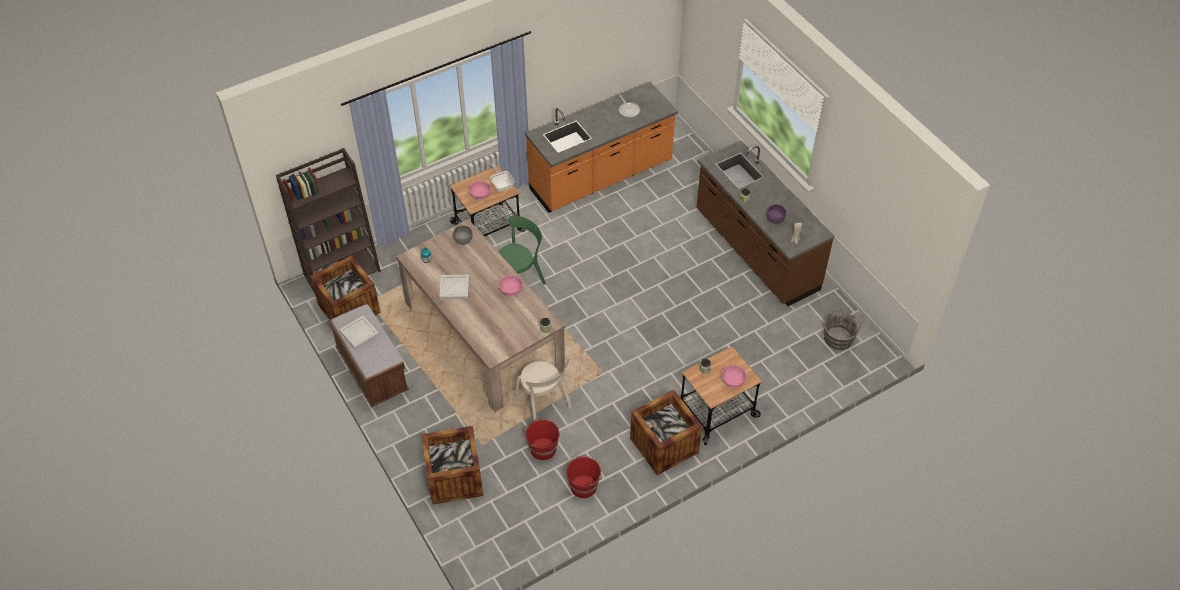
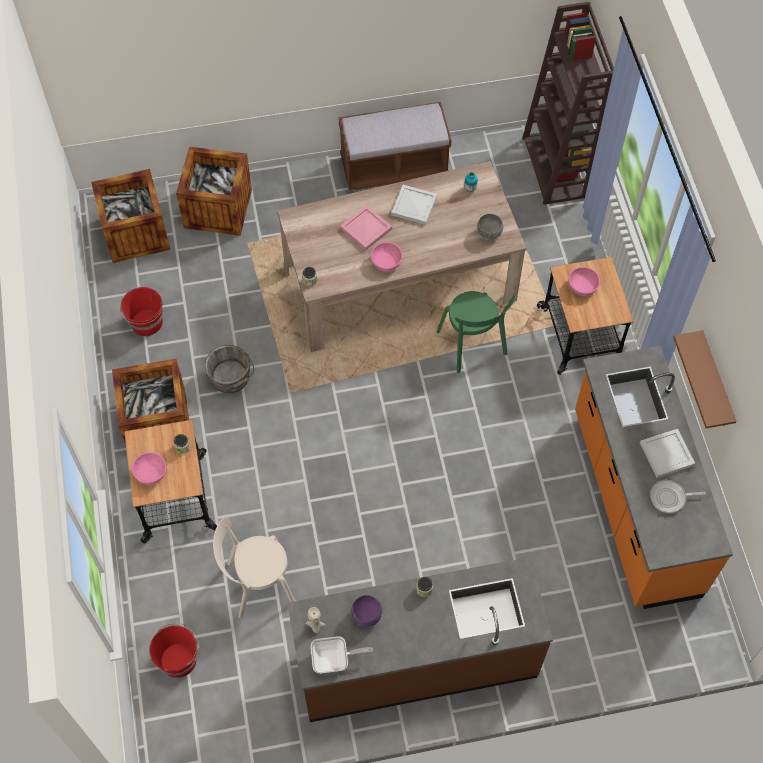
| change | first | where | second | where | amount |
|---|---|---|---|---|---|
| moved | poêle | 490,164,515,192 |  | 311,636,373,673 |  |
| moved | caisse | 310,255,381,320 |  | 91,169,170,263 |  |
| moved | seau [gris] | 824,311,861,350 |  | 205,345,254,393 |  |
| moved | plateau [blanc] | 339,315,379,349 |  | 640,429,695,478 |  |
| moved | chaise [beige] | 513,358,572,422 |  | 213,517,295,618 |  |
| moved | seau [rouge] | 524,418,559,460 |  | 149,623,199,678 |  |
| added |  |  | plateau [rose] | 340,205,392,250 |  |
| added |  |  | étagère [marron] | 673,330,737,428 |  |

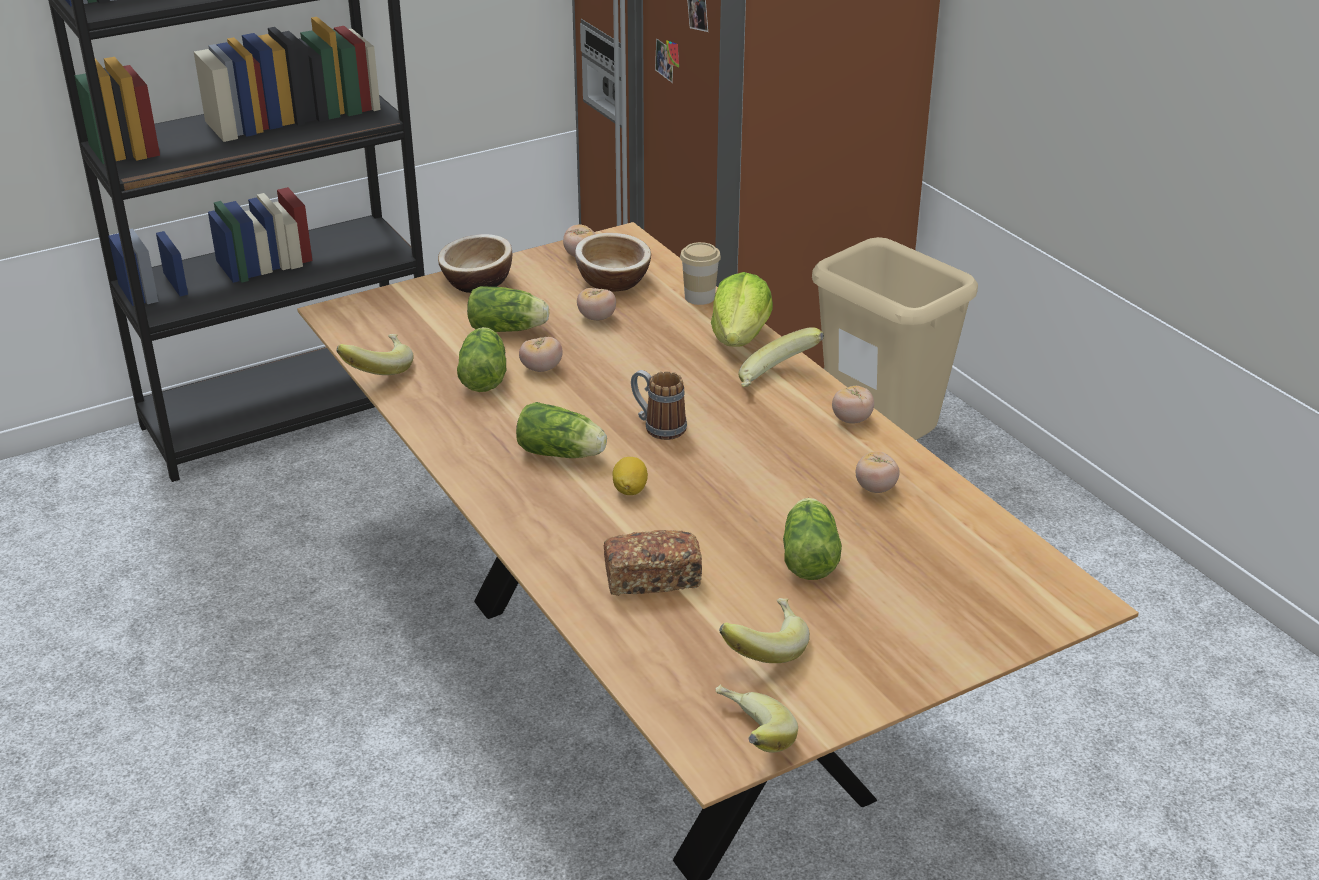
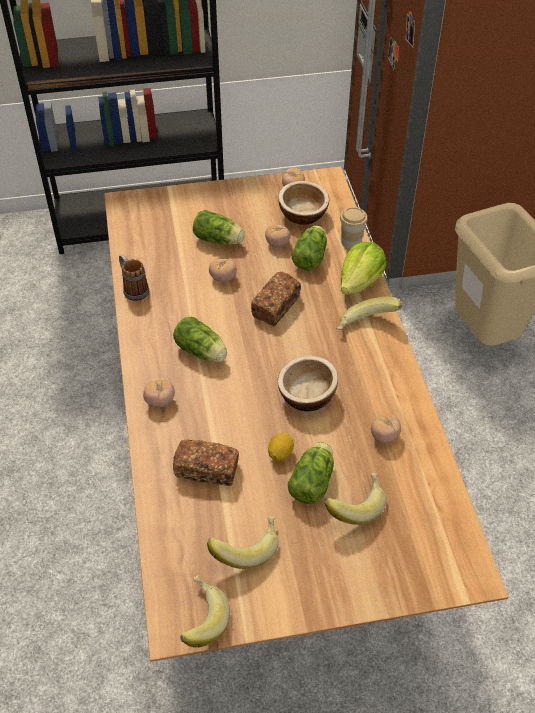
| change | first | where | second | where | amount |
|---|---|---|---|---|---|
| moved | bol | 438,234,512,293 |  | 278,356,338,411 |  |
| moved | laitue | 457,327,506,392 |  | 292,226,327,271 |  |
| moved | banane | 336,334,414,375 |  | 325,473,386,525 |  |
| moved | mug | 631,370,687,440 |  | 119,254,149,301 |  |
| moved | tomate | 832,386,874,424 |  | 143,380,175,408 |  |
| moved | citron | 612,457,648,495 |  | 268,432,294,461 |  |
| added |  |  | pain | 251,272,301,326 |  |

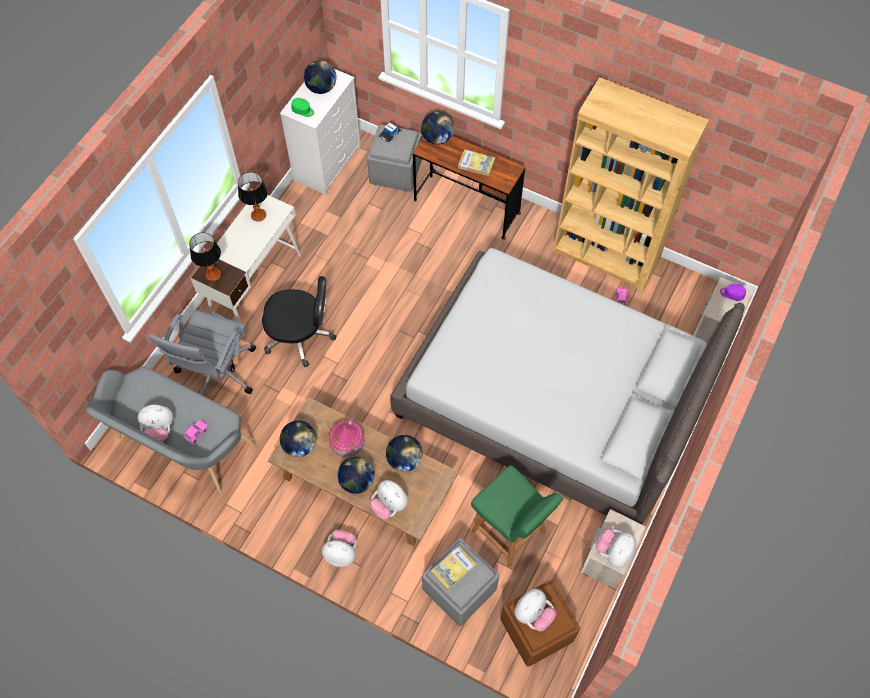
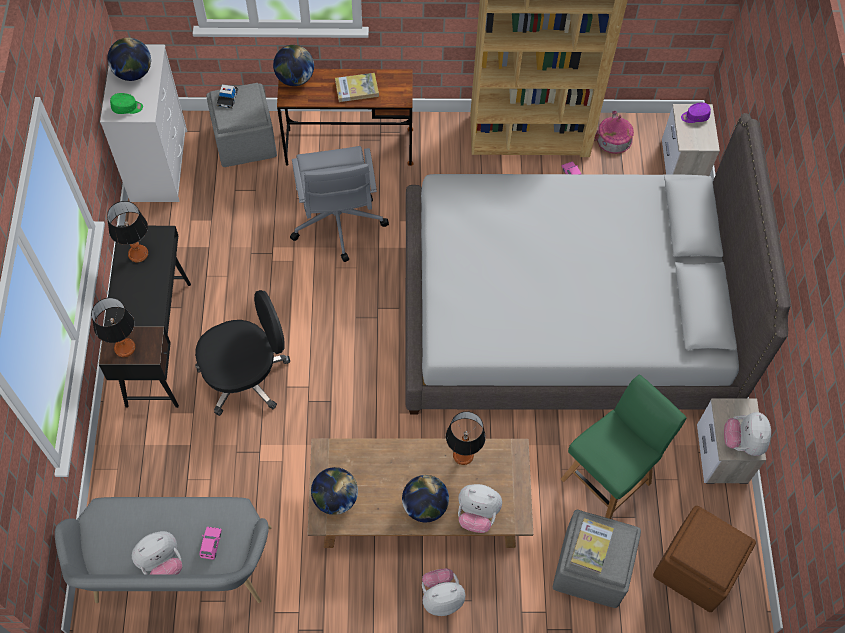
| change | first | where | second | where | amount |
|---|---|---|---|---|---|
| recoloured | bureau [blanc] | 191,195,301,336 | bureau [noir] | 99,225,191,408 |  |
| moved | chaise de bureau [gris] | 149,310,256,395 |  | 290,146,389,262 |  |
| moved | maison miniature | 328,418,365,457 |  | 594,111,634,154 |  |
| replaced | globe | 386,435,423,472 | lampe de table | 446,411,486,465 |  |
| turned | chaise [vert] | 471,465,563,568 |  | 561,375,687,519 | 60 degrees counterclockwise |
| removed | peluche | 514,589,556,632 |  |  |  |

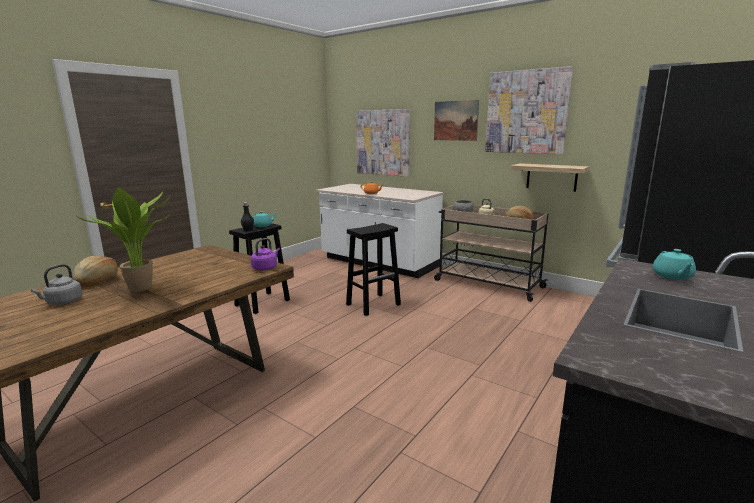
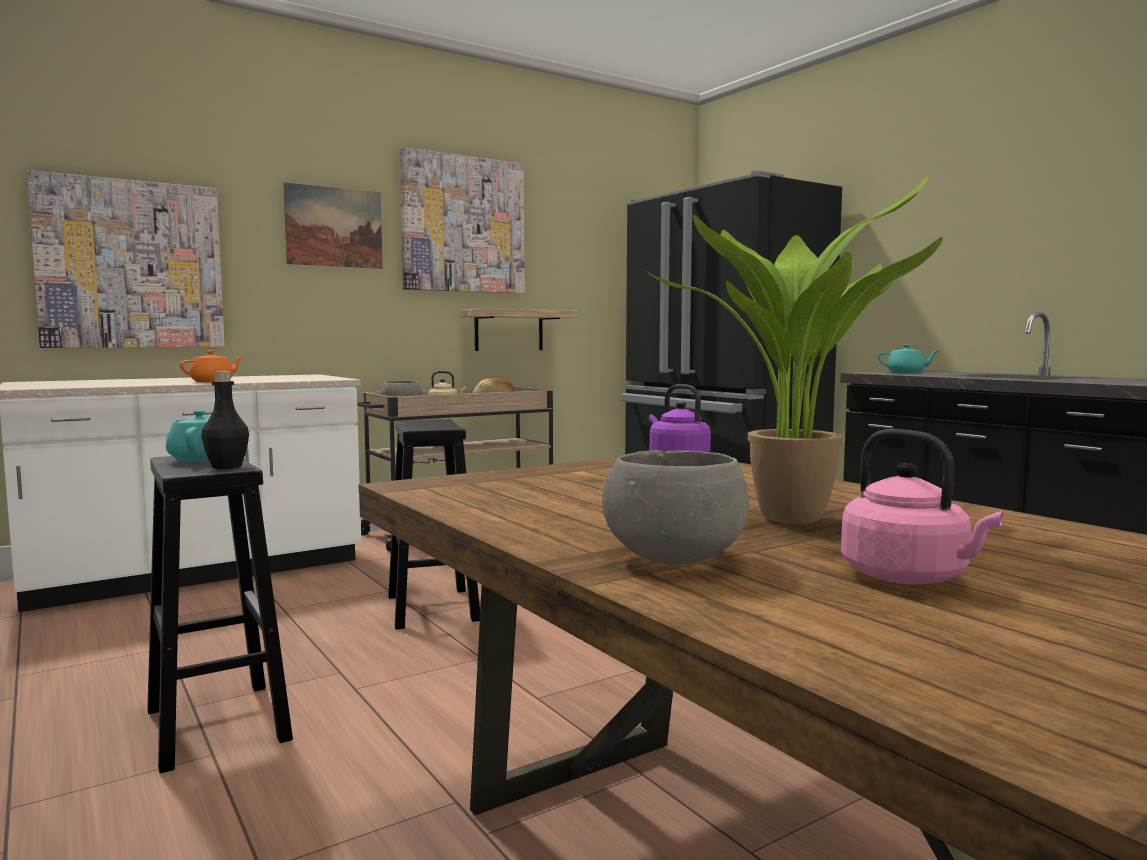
| change | first | where | second | where | amount |
|---|---|---|---|---|---|
| replaced | pain | 72,255,118,287 | bol [gris] | 602,450,749,564 |  |
| recoloured | bouilloire [gris] | 31,264,82,305 | bouilloire [rose] | 841,429,1003,585 |  |

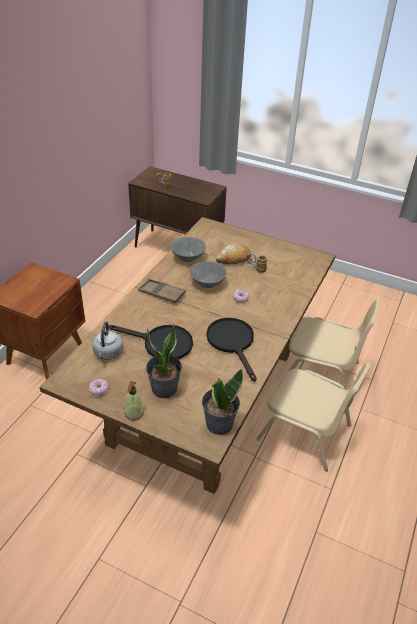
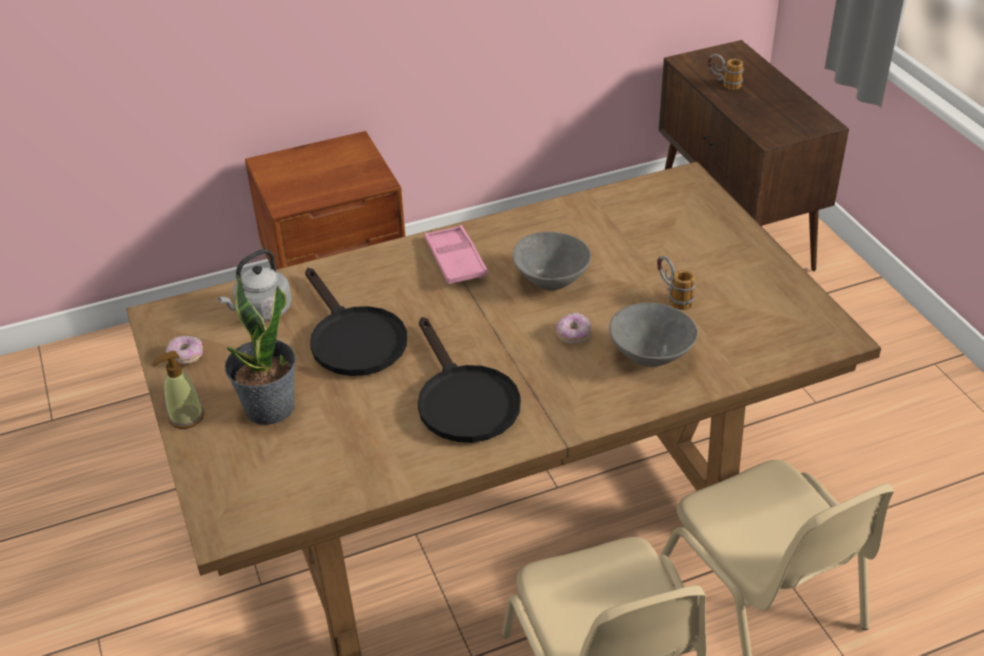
| change | first | where | second | where | amount |
|---|---|---|---|---|---|
| moved | bol [gris] | 171,237,206,262 |  | 609,302,698,367 |  |
| removed | pain | 216,243,251,264 |  |  |  |
| recoloured | plateau [marron] | 138,278,186,303 | plateau [rose] | 425,225,488,284 |  |
| turned | poêle [noir] | 206,318,257,382 |  | 418,317,521,443 | 135 degrees clockwise |
| removed | plante en pot | 202,368,243,435 |  |  |  |

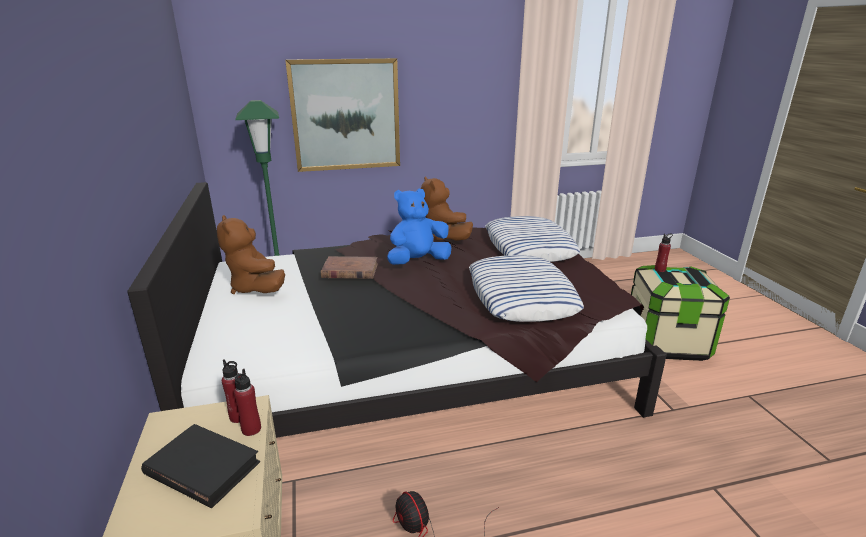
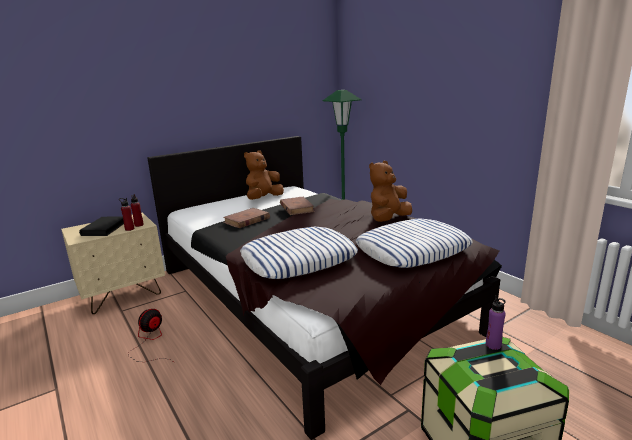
| change | first | where | second | where | amount |
|---|---|---|---|---|---|
| removed | tableau | 285,58,400,172 |  |  |  |
| removed | peluche [bleu] | 387,189,451,265 |  |  |  |
| recoloured | bouteille [rouge] | 655,234,673,272 | bouteille [violet] | 486,295,506,350 |  |
| added |  |  | livre [marron] | 223,208,270,228 |  |

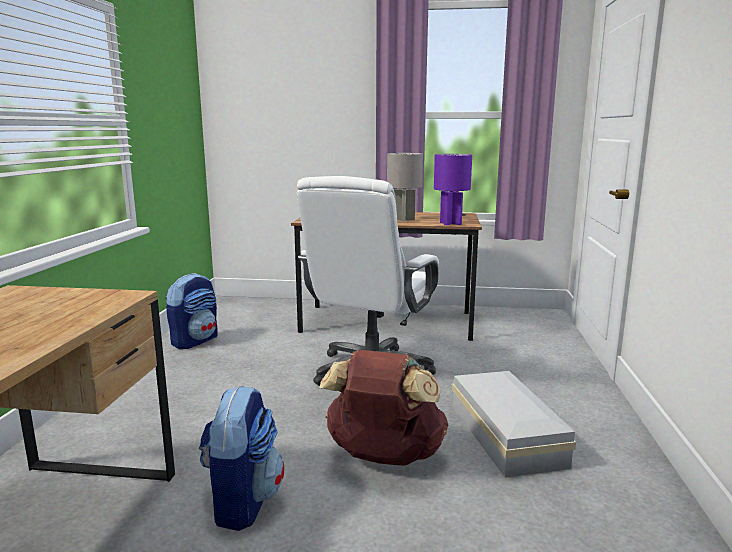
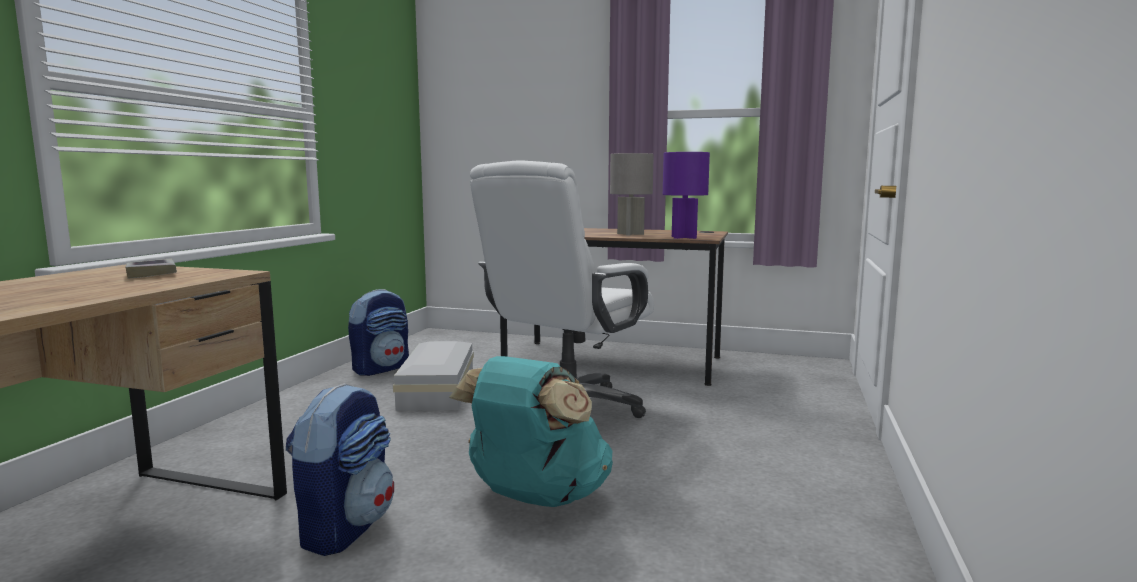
| change | first | where | second | where | amount |
|---|---|---|---|---|---|
| recoloured | sac à dos [marron] | 319,350,449,466 | sac à dos [turquoise] | 449,356,613,507 |  |
| moved | boîte de rangement [blanc] | 452,371,576,478 |  | 393,341,474,411 |  |
| added |  |  | livre | 125,258,177,279 |  |

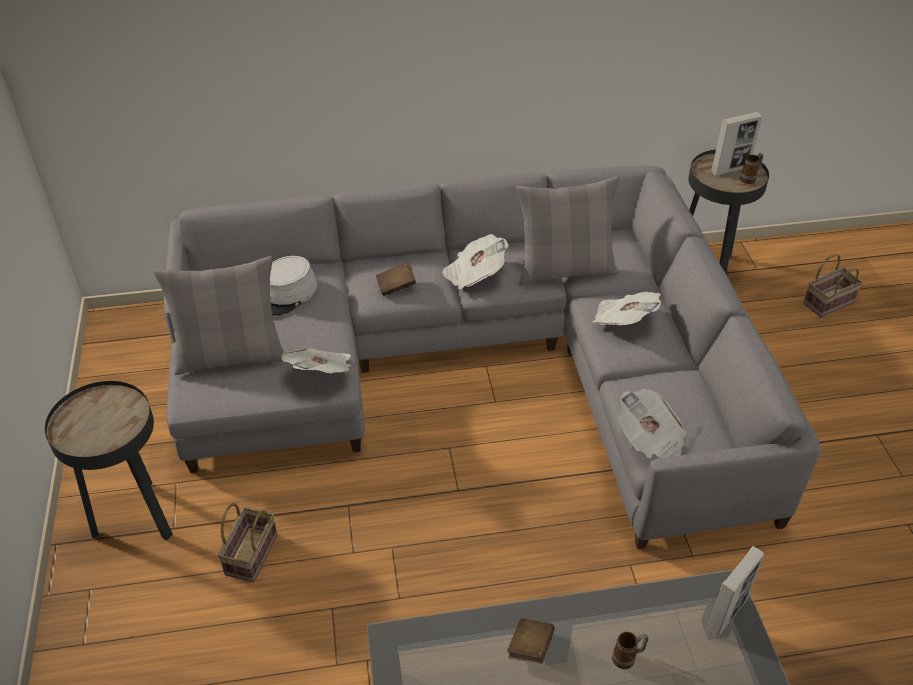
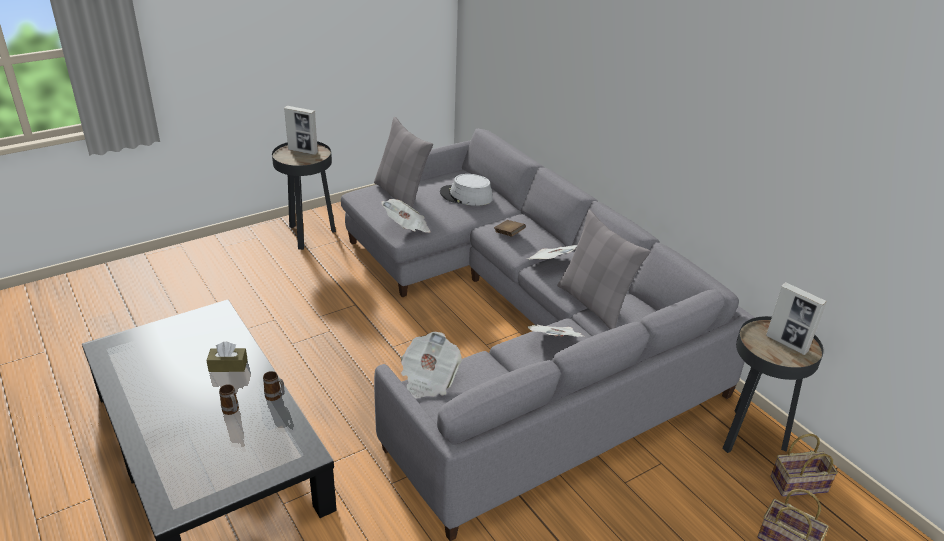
| change | first | where | second | where | amount |
|---|---|---|---|---|---|
| moved | mug | 740,153,763,184 |  | 263,371,285,401 |  |
| moved | panier | 218,503,277,582 |  | 771,434,838,497 |  |
| moved | cadre photo | 706,546,764,638 |  | 284,106,318,155 |  |
| replaced | livre [marron] | 507,618,555,664 | boîte à mouchoirs [marron] | 206,342,248,372 |  |

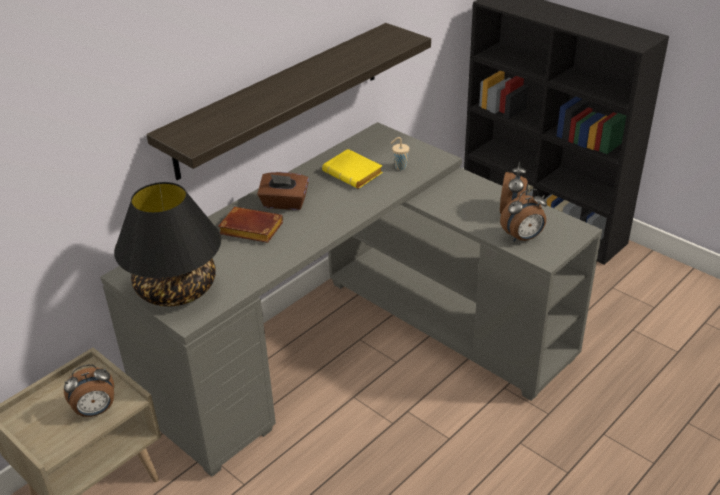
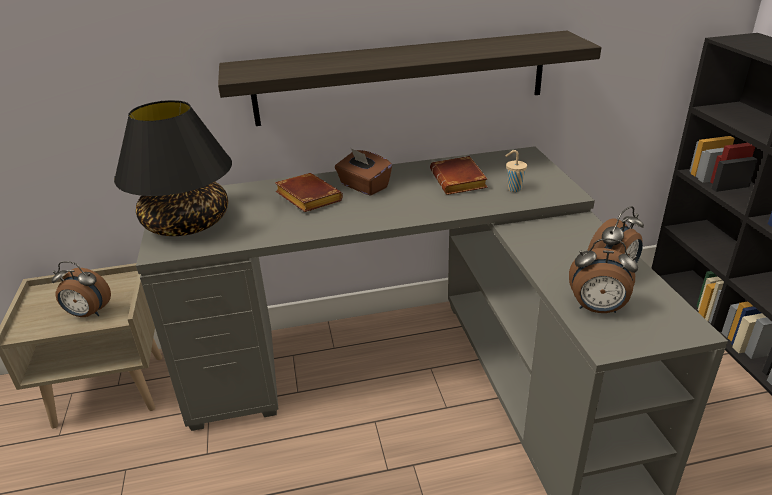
| change | first | where | second | where | amount |
|---|---|---|---|---|---|
| recoloured | livre [jaune] | 322,149,383,189 | livre [marron] | 430,156,488,195 |  |

